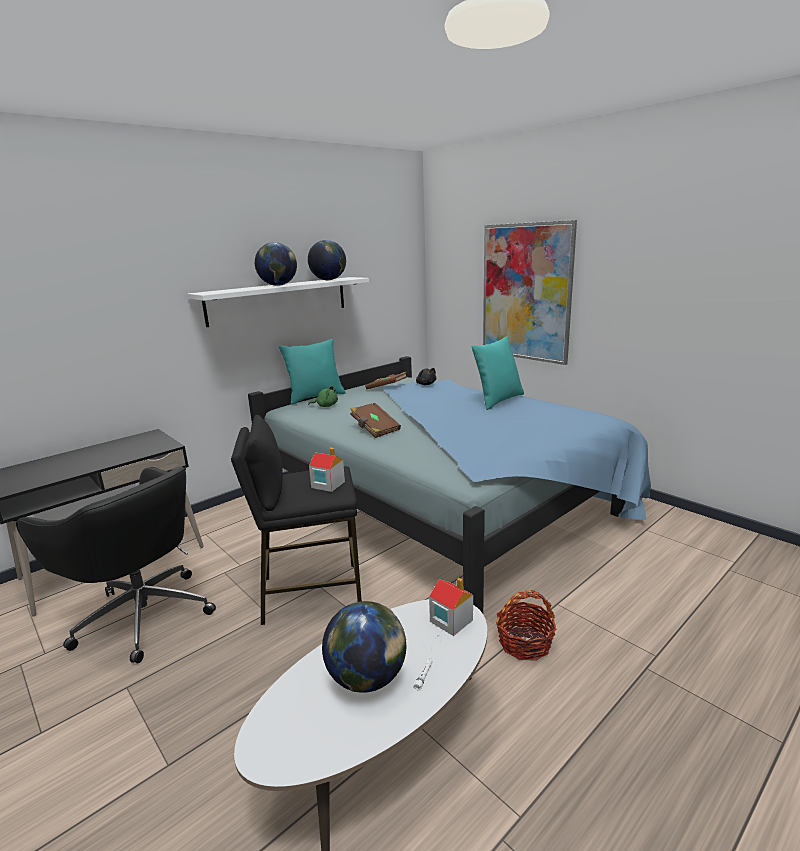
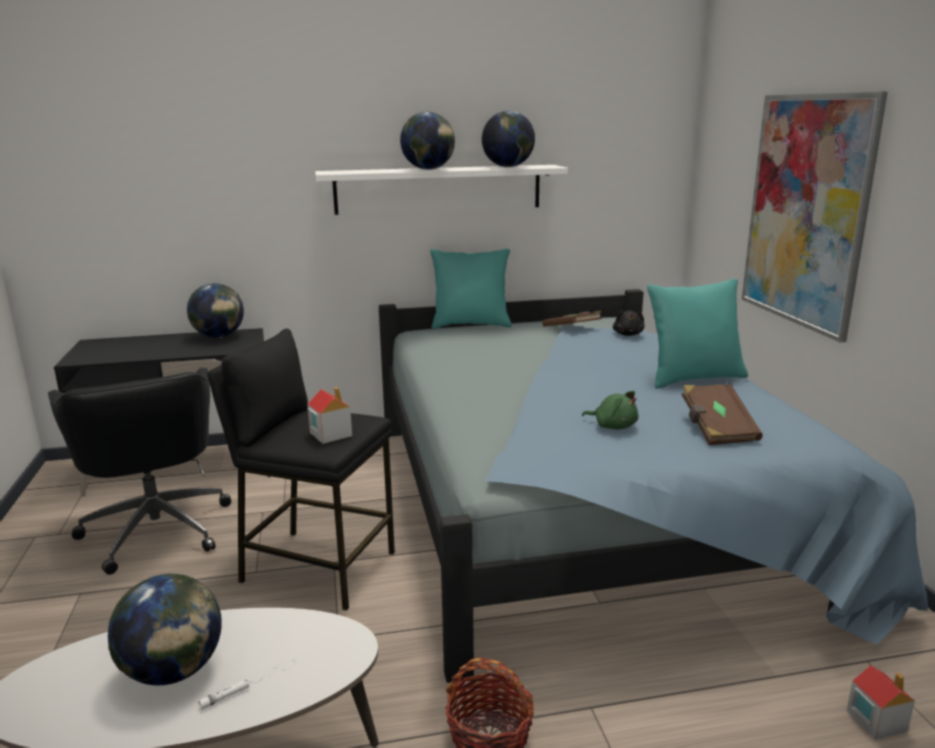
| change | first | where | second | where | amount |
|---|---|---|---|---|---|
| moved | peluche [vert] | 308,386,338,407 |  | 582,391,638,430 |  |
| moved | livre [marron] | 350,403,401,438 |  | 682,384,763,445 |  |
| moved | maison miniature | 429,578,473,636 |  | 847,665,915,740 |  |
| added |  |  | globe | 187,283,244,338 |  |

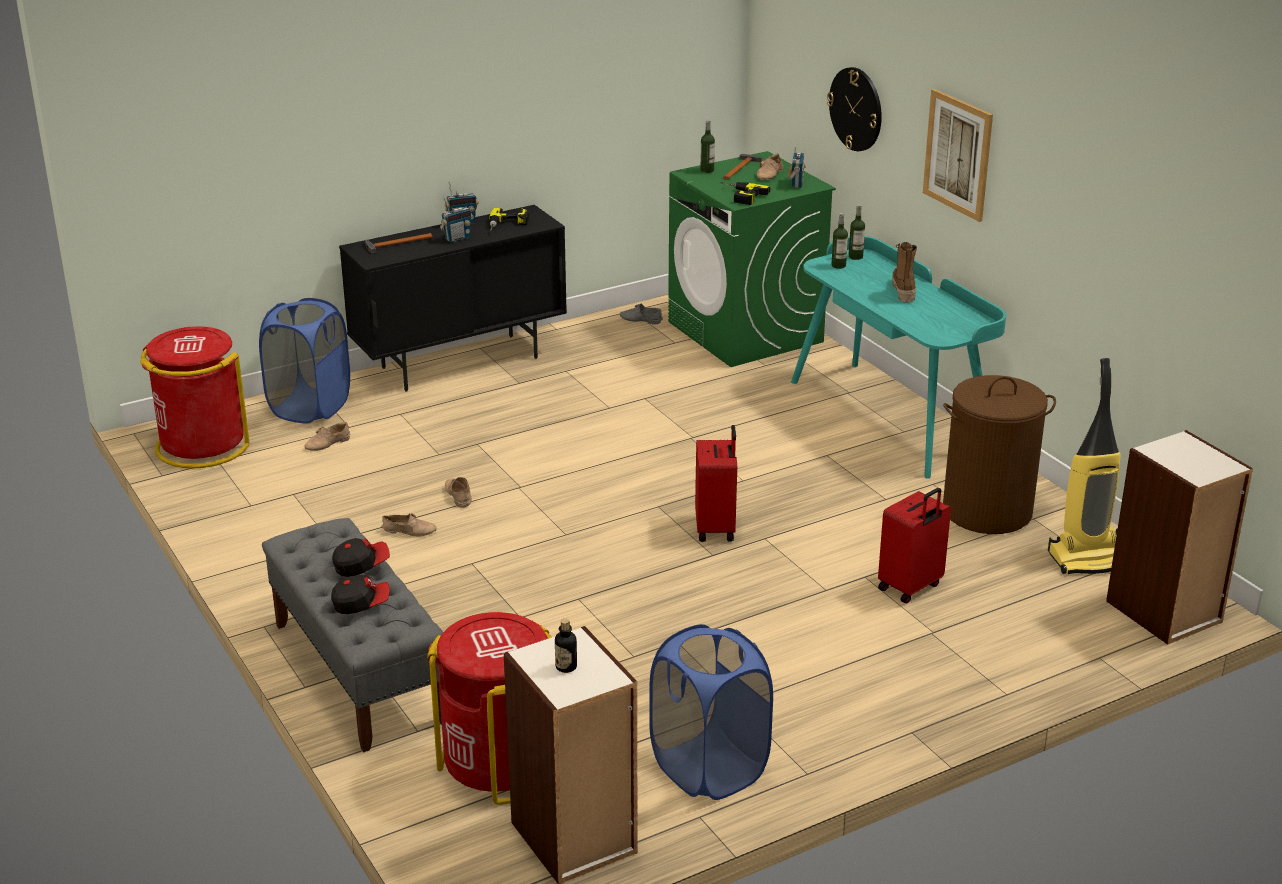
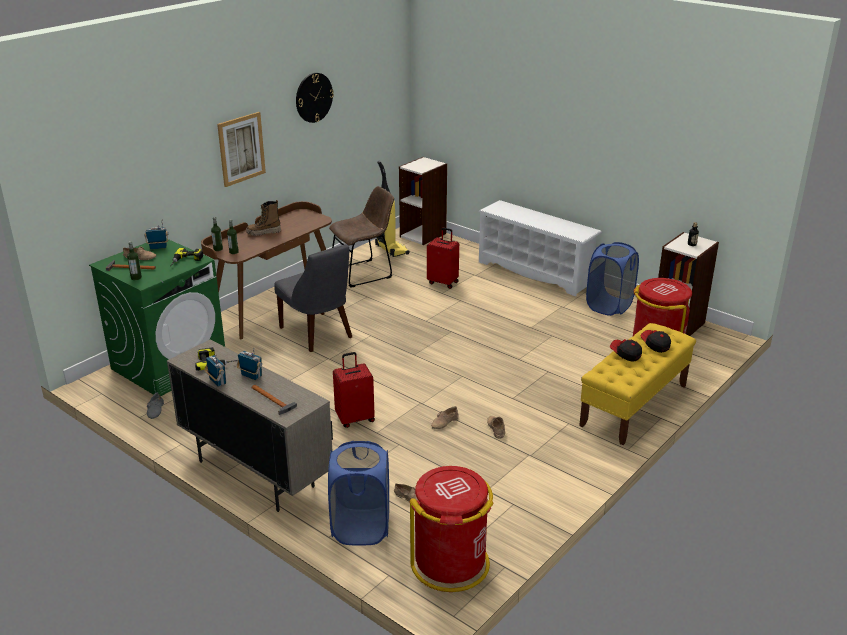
| change | first | where | second | where | amount |
|---|---|---|---|---|---|
| moved | horloge murale | 827,67,882,151 |  | 296,73,334,123 |  |
| recoloured | meuble de rangement [noir] | 339,205,567,392 | meuble de rangement [beige] | 167,340,333,512 |  |
| recoloured | bureau [turquoise] | 791,236,1006,479 | bureau [marron] | 201,201,332,339 |  |
| replaced | panier à linge [marron] | 943,375,1056,534 | chaise [marron] | 329,186,394,288 |  |
| moved | valise [rouge] | 695,425,737,542 |  | 333,352,375,428 |  |
| recoloured | banc [gris] | 262,518,443,752 | banc [jaune] | 579,323,696,445 |  |
| added |  |  | étagère à chaussures [blanc] | 478,200,602,296 |  |
| added |  |  | chaise [gris] | 274,244,352,352 |  |

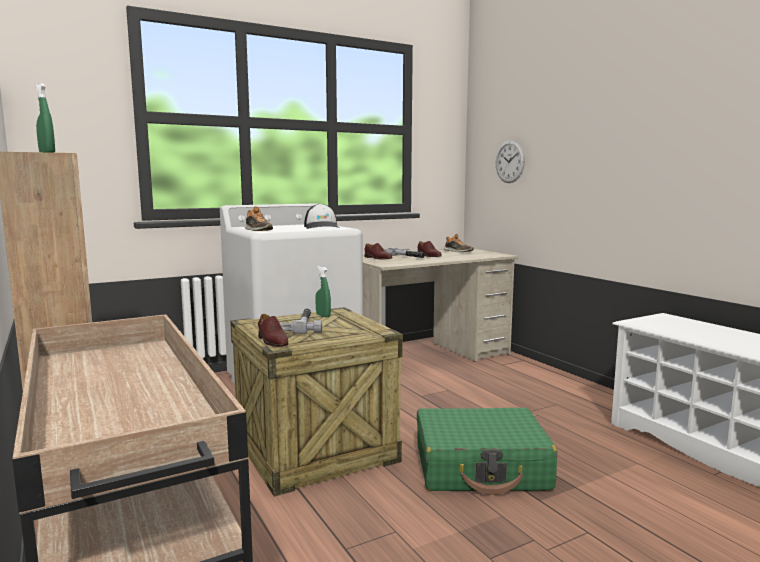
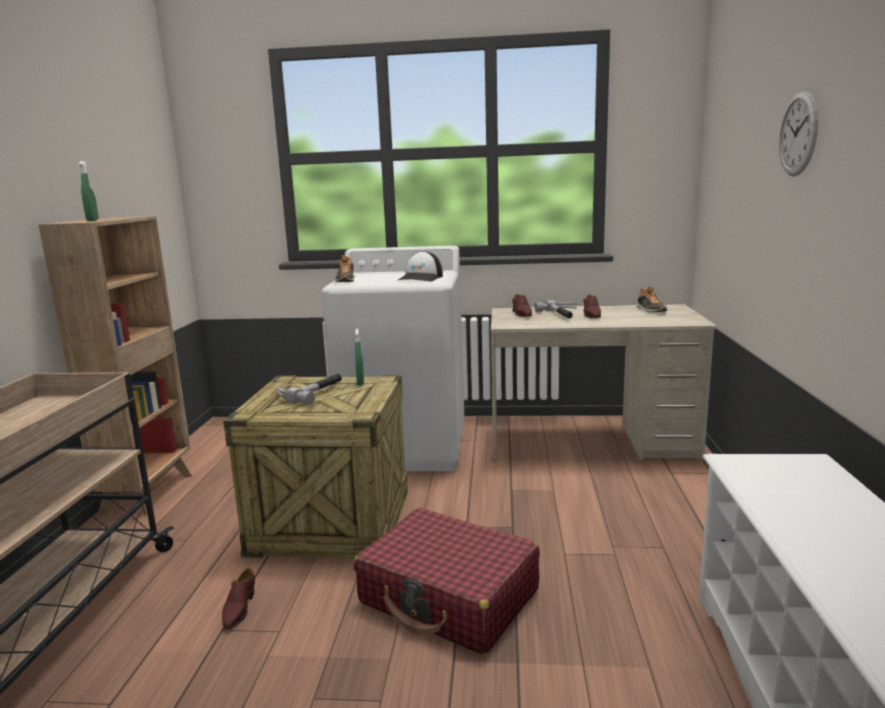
| change | first | where | second | where | amount |
|---|---|---|---|---|---|
| moved | horloge murale | 496,140,525,183 |  | 779,91,818,176 |  |
| moved | chaussure [marron] | 258,314,288,347 |  | 222,567,255,629 |  |
| recoloured | valise [vert] | 417,408,557,495 | valise [rouge] | 354,508,540,654 |  |

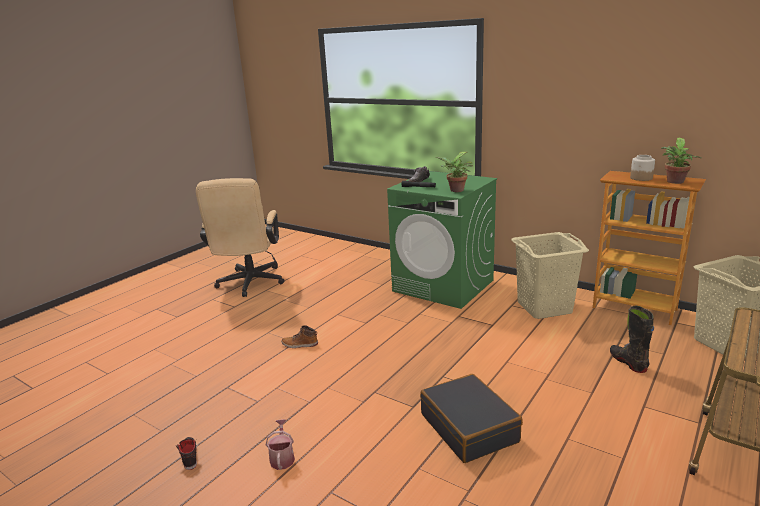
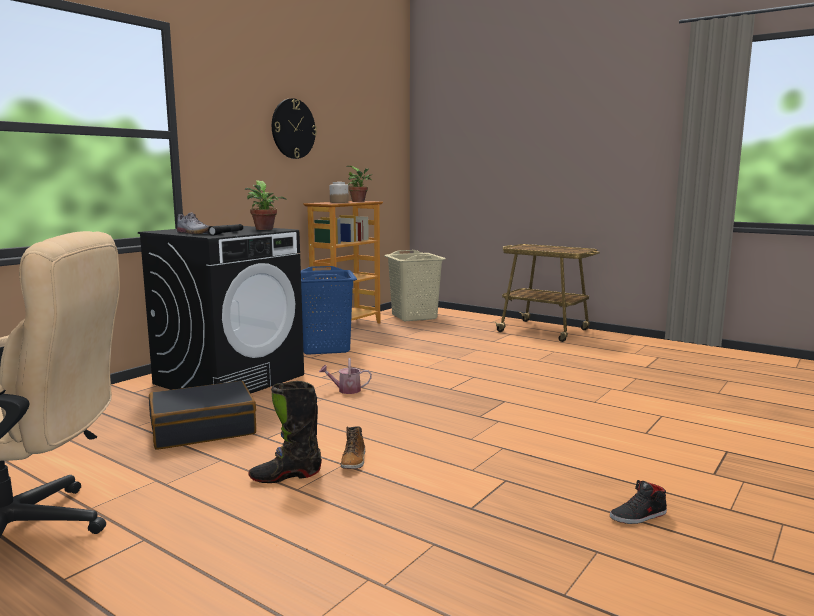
| change | first | where | second | where | amount |
|---|---|---|---|---|---|
| recoloured | lave-linge [vert] | 387,171,497,309 | lave-linge [noir] | 138,225,304,393 |  |
| recoloured | panier à linge [beige] | 511,232,589,319 | panier à linge [bleu] | 301,266,357,355 |  |
| moved | botte [noir] | 610,306,654,373 |  | 248,381,322,483 |  |
| moved | valise [noir] | 420,374,523,463 |  | 149,381,256,450 |  |
| moved | arrosoir | 266,419,295,470 |  | 319,358,372,394 |  |
| added |  |  | horloge murale | 272,98,317,159 |  |

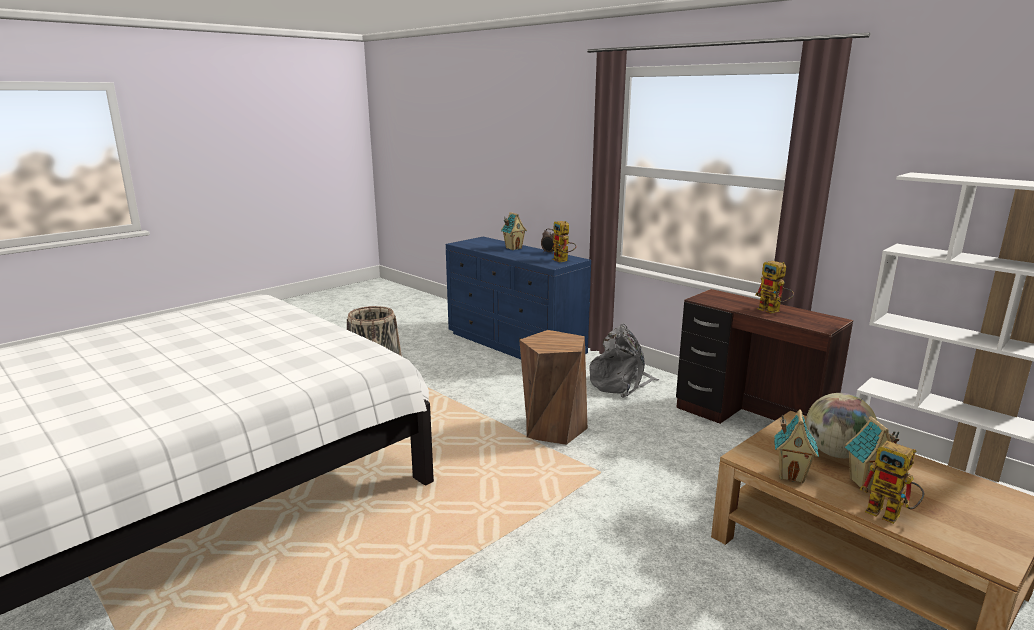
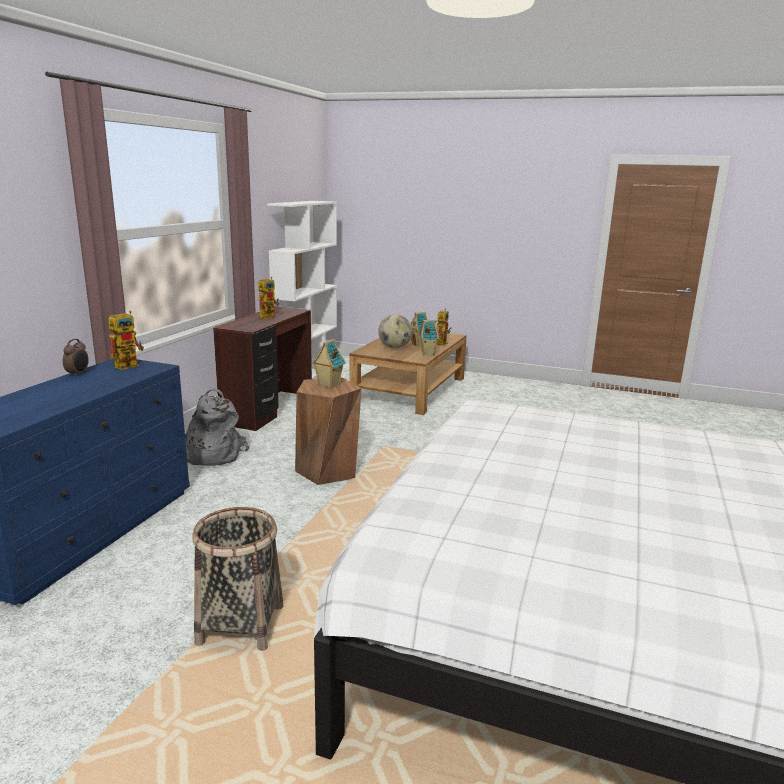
| change | first | where | second | where | amount |
|---|---|---|---|---|---|
| moved | maison miniature | 501,212,527,250 |  | 312,339,346,388 |  |

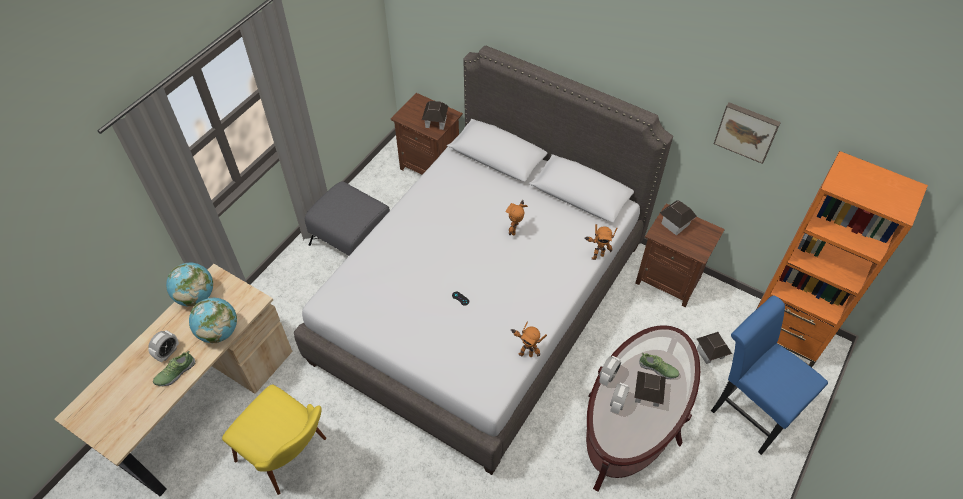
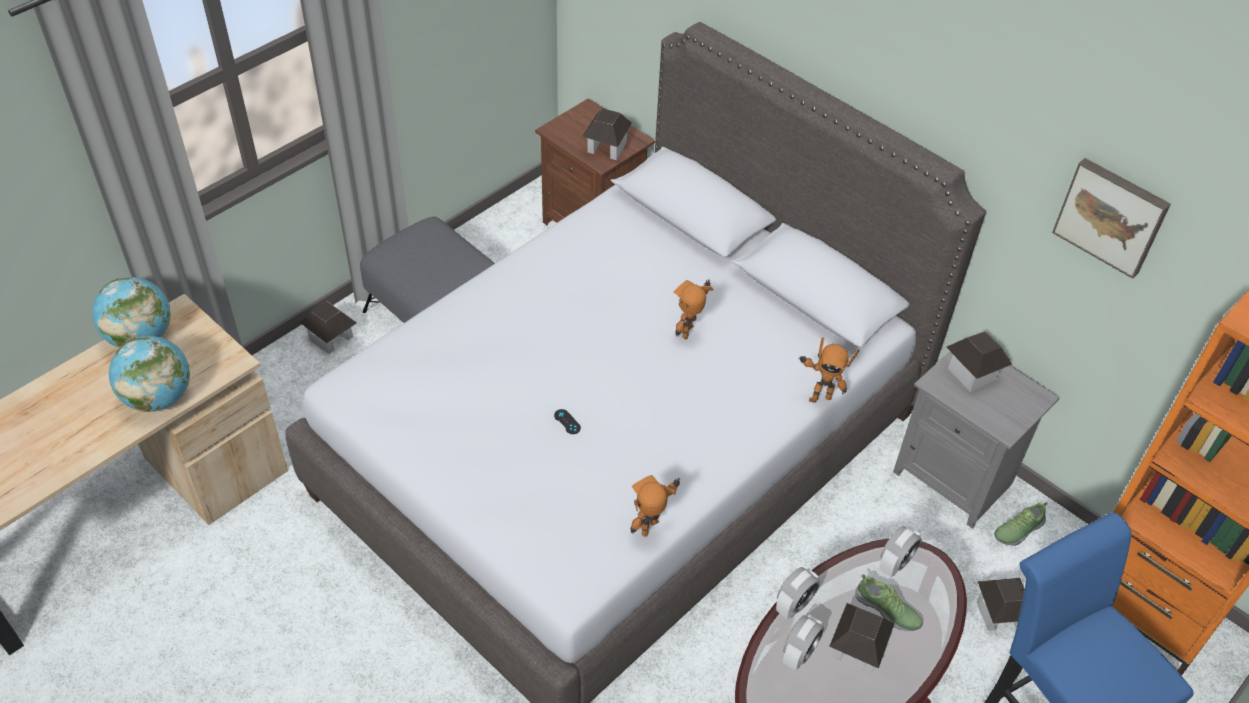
| change | first | where | second | where | amount |
|---|---|---|---|---|---|
| recoloured | table de chevet [marron] | 636,203,725,308 | table de chevet [gris] | 893,338,1060,529 |  |
| turned | robot jouet | 511,321,547,357 |  | 631,475,680,537 | 105 degrees clockwise |
| moved | réveil | 148,330,179,363 |  | 879,526,922,577 |  |
| moved | chaussure | 153,351,195,387 |  | 994,502,1048,546 |  |
| removed | chaise [jaune] | 222,384,326,495 |  |  |  |
| added |  |  | maison miniature | 300,301,357,354 |  |

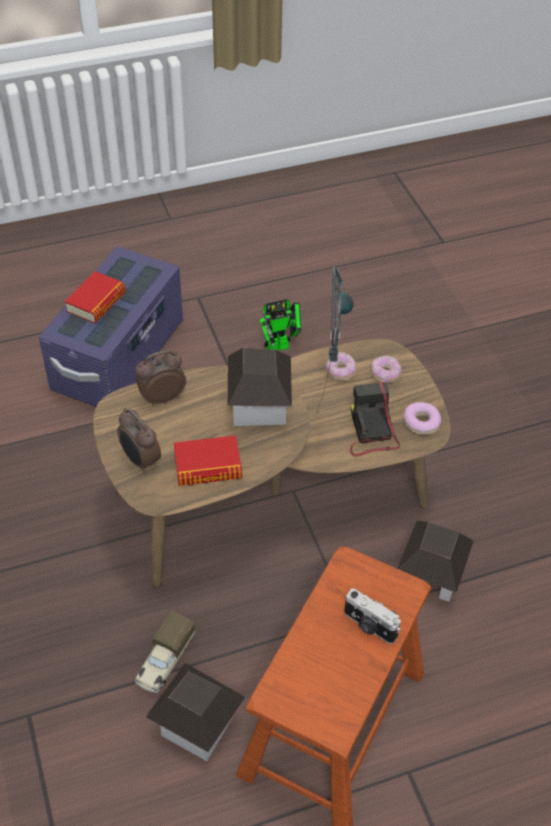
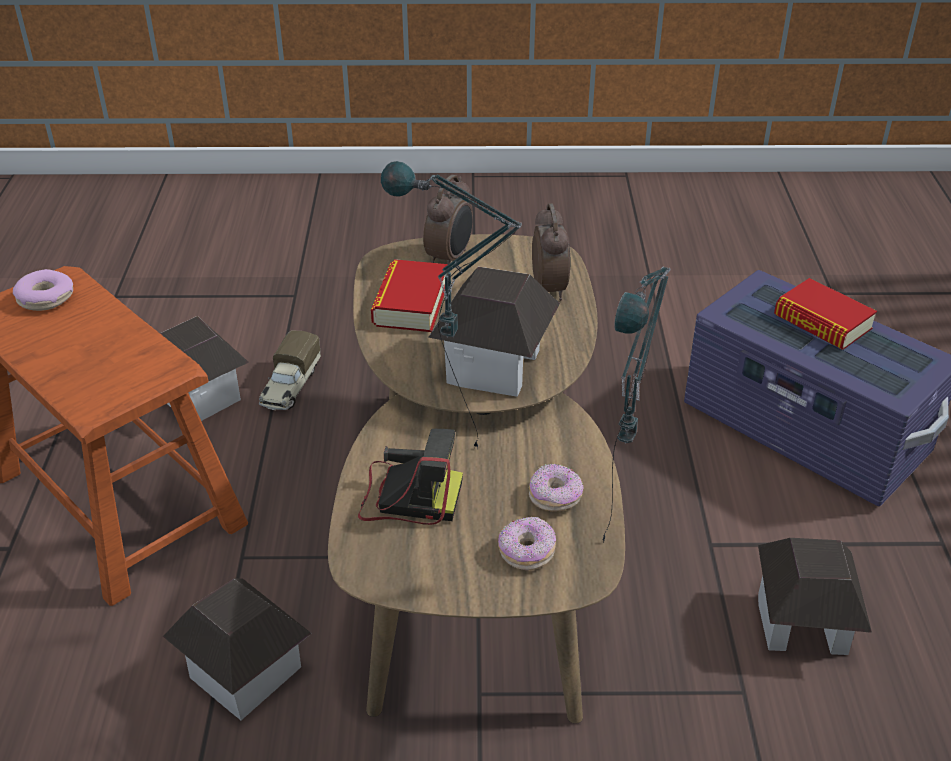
| change | first | where | second | where | amount |
|---|---|---|---|---|---|
| replaced | robot jouet | 260,299,302,351 | maison miniature | 758,538,872,655 |  |
| moved | beignet | 404,402,441,435 |  | 13,269,73,311 |  |
| turned | réveil | 117,408,161,473 |  | 423,175,473,264 | 135 degrees clockwise |
| removed | appareil photo | 344,588,401,644 |  |  |  |
| turned | camion jouet | 135,611,195,693 |  | 259,331,321,410 | 120 degrees counterclockwise |
| added |  |  | lampe de table | 603,266,670,542 |  |

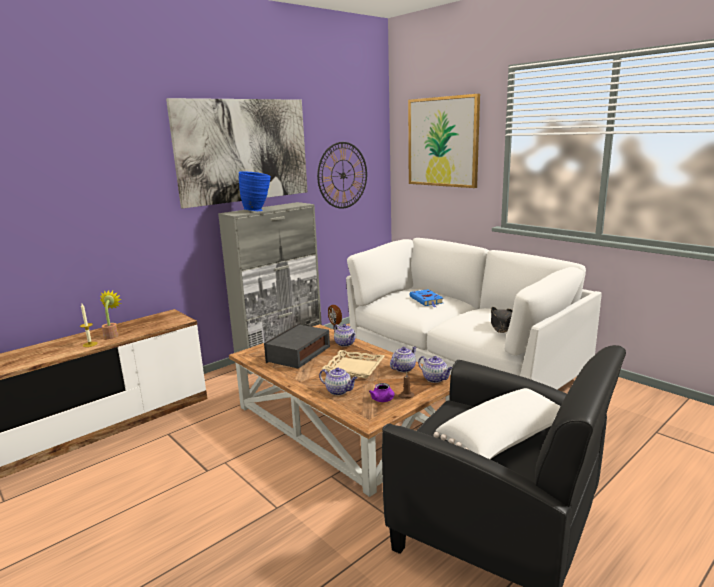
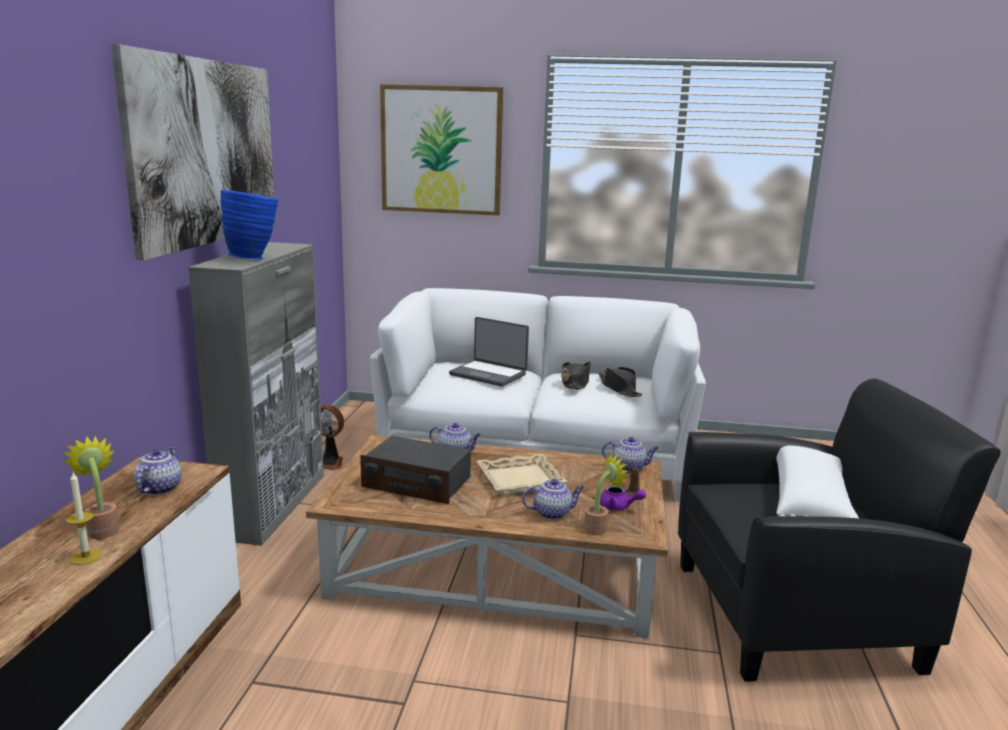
| change | first | where | second | where | amount |
|---|---|---|---|---|---|
| removed | horloge murale | 317,142,367,209 |  |  |  |
| replaced | livre [bleu] | 409,289,443,307 | ordinateur portable | 449,317,529,387 |  |
| turned | radio | 264,323,330,369 |  | 360,436,471,504 | 60 degrees counterclockwise |
| moved | théière | 390,346,417,372 |  | 134,446,182,495 |  |
| added |  |  | chapeau [noir] | 561,362,591,390 |  |
| added |  |  | plante en pot | 584,453,629,535 |  |

